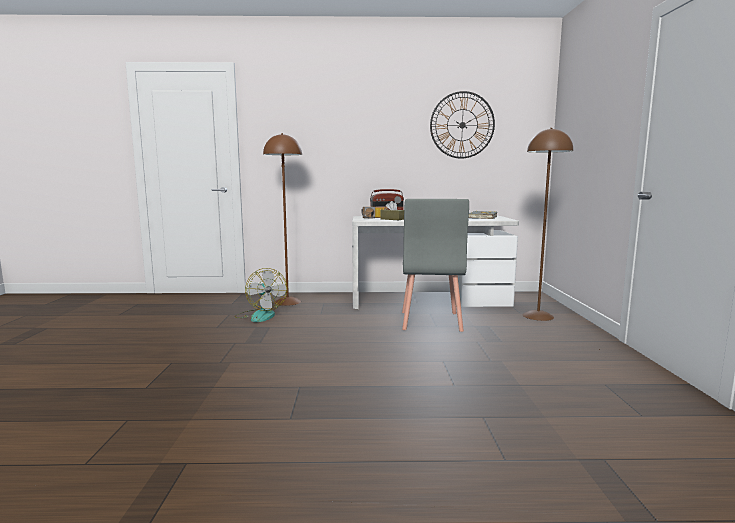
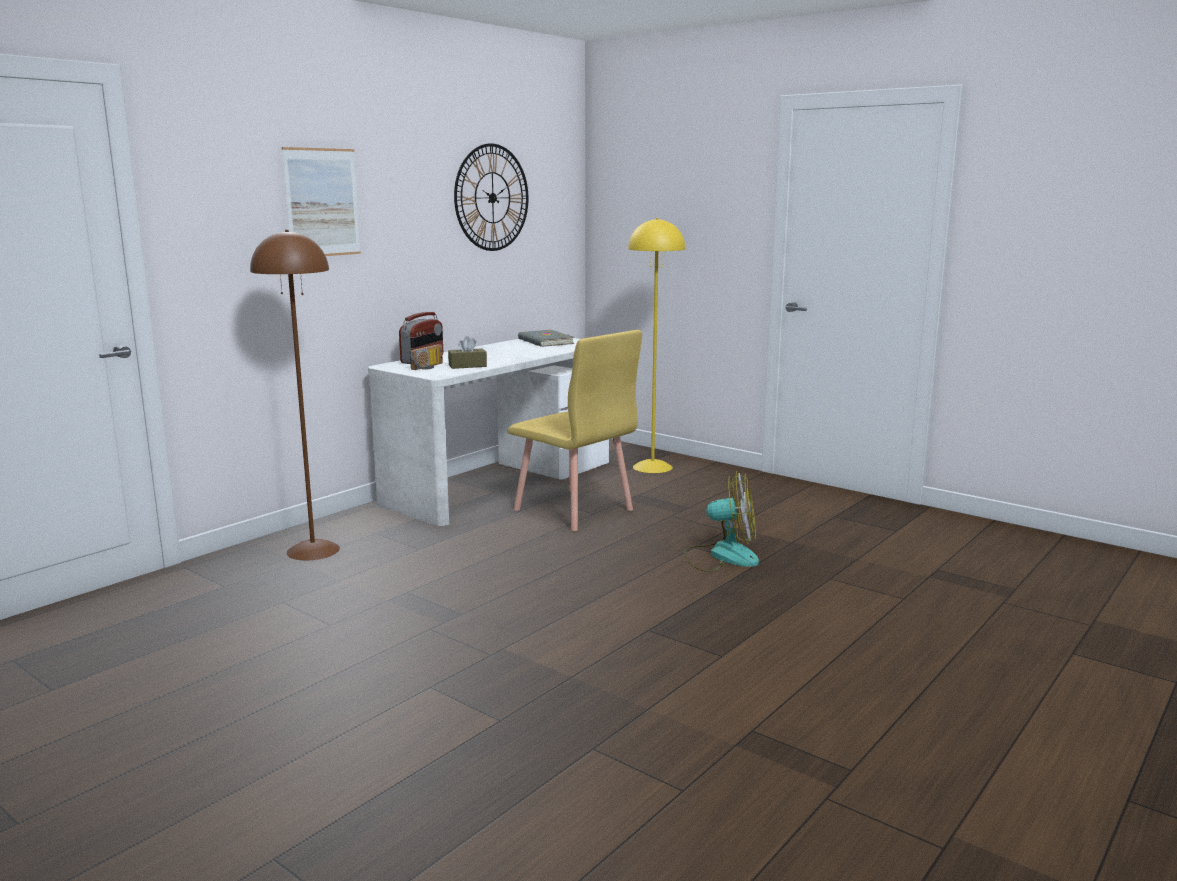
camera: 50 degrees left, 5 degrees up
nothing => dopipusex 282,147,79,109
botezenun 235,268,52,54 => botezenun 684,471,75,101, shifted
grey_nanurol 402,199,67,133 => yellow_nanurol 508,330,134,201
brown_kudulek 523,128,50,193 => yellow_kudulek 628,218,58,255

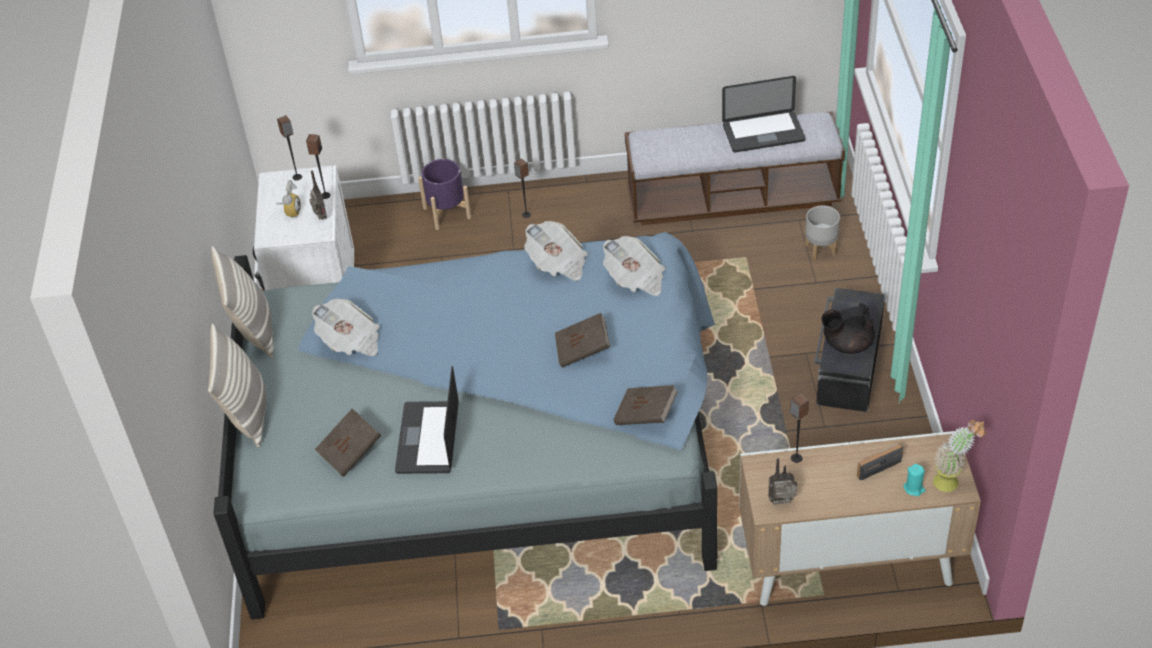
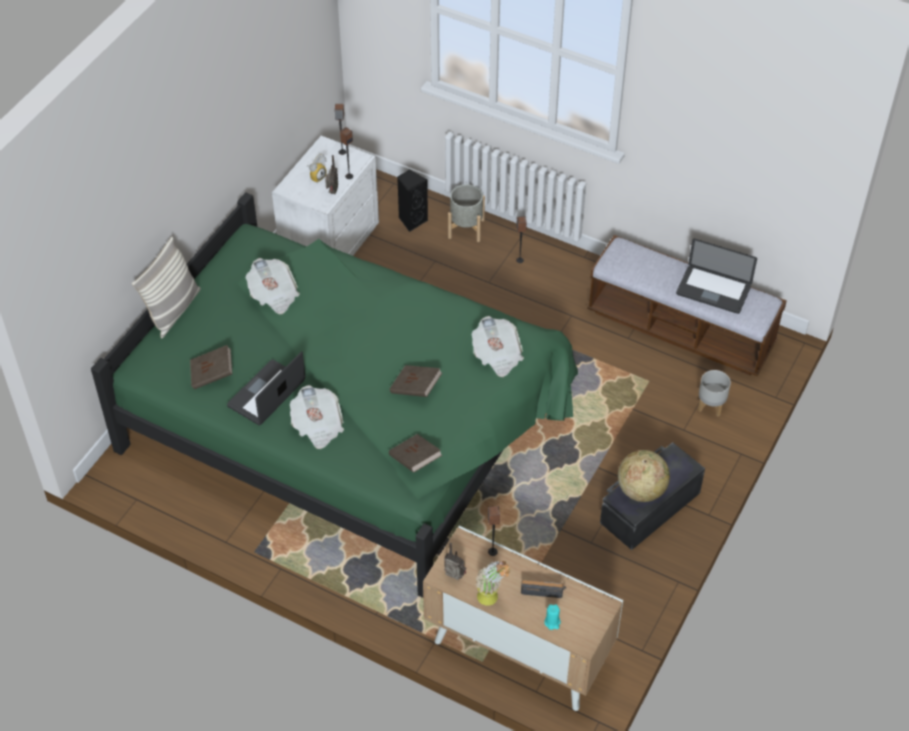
camera: 30 degrees right, 5 degrees up
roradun 211,246,62,112 => nothing
nothing => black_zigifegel 397,170,31,62
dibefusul 524,221,63,60 => dibefusul 290,385,54,64, shifted
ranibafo 933,420,53,72 => ranibafo 476,561,34,45, shifted
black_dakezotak 821,303,54,51 => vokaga 618,450,52,52
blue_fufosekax 213,232,504,388 => green_fufosekax 91,192,487,406
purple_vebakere 418,159,53,71 => grey_vebakere 448,184,37,58

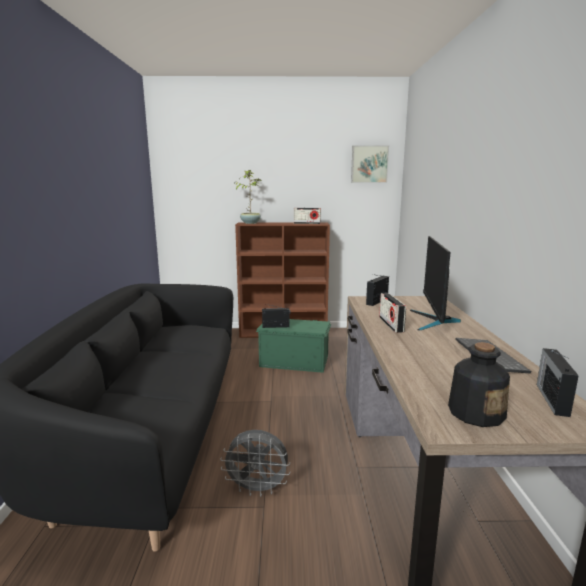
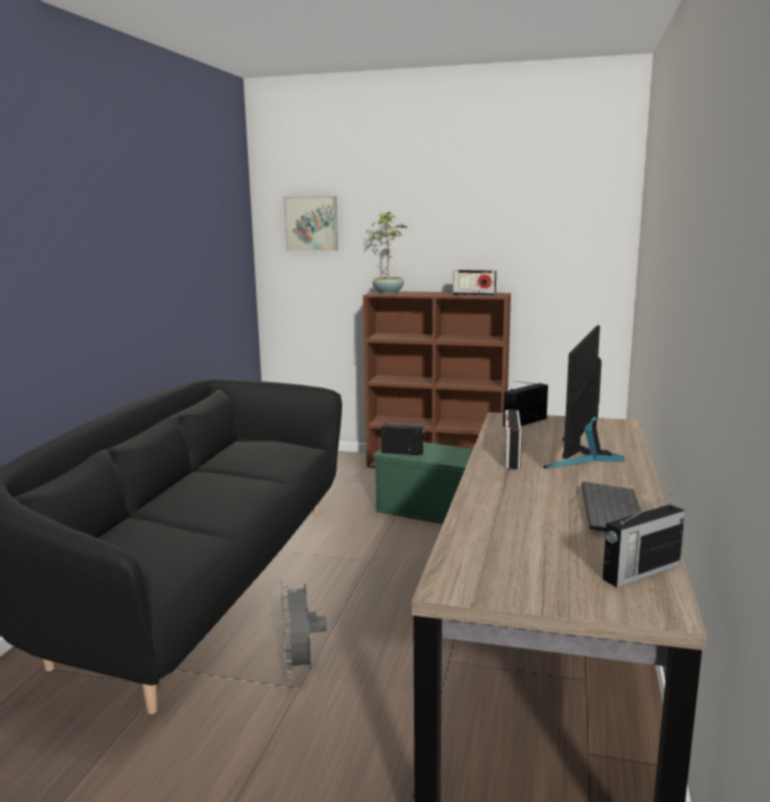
camera: 15 degrees right, 0 degrees up
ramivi 448,342,62,85 => nothing
dopipusex 351,145,38,38 => dopipusex 283,196,55,55, shifted
grey_botezenun 220,430,70,67 => grey_botezenun 281,579,46,99, 60 degrees clockwise
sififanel 537,348,42,69 => sififanel 603,494,82,94, 150 degrees counterclockwise

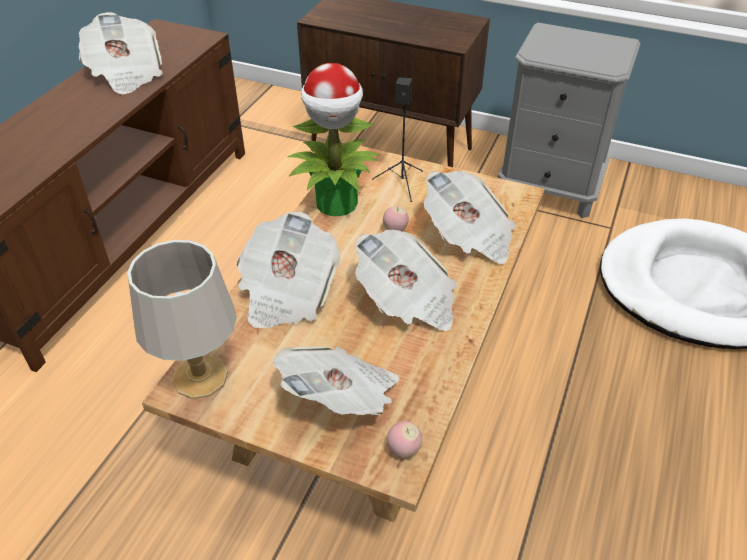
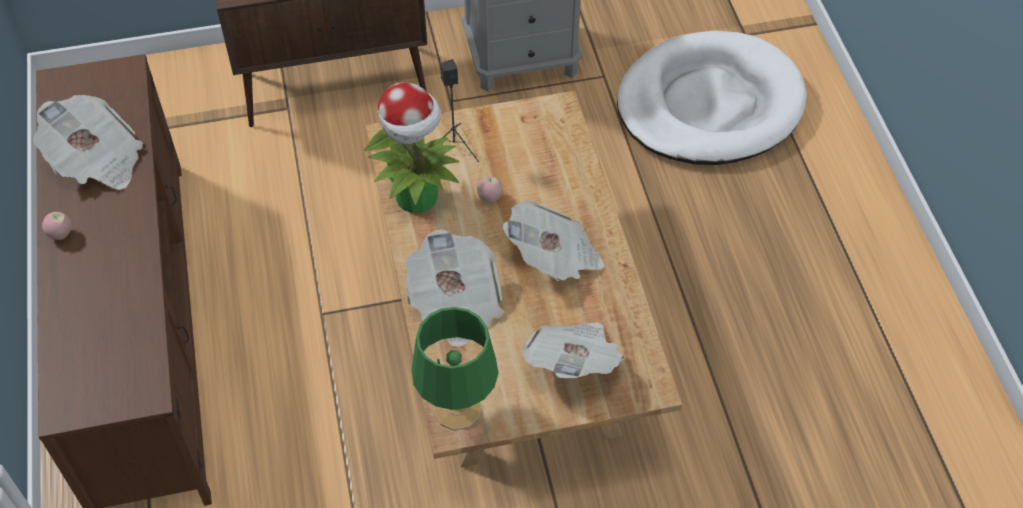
camera: 35 degrees left, 10 degrees up
dibefusul 423,171,93,93 => nothing
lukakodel 387,421,36,38 => lukakodel 42,212,29,28, shifted
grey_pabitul 127,240,110,159 => green_pabitul 411,307,88,124

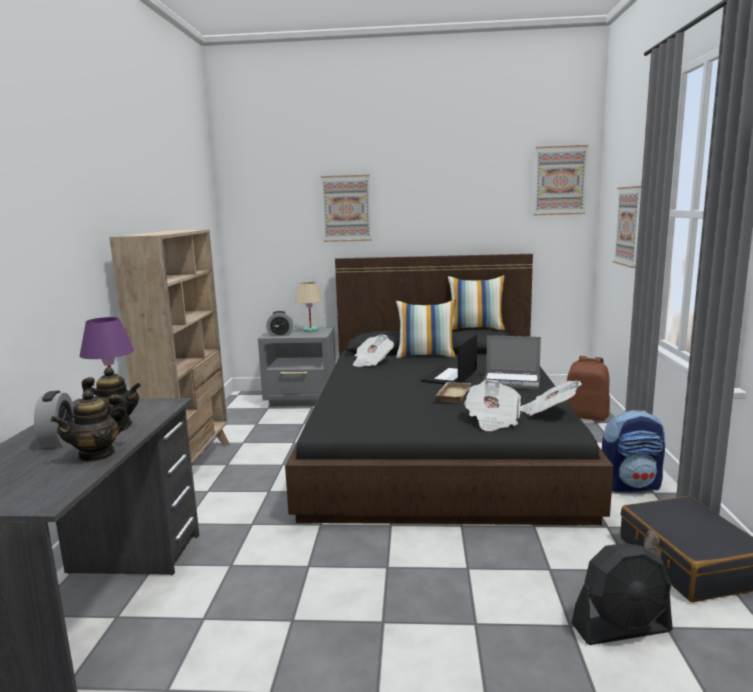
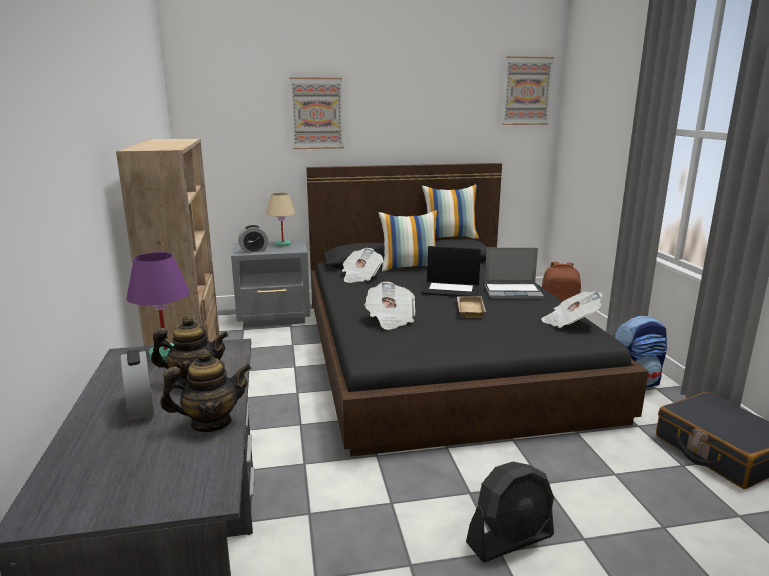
camera: 15 degrees left, 5 degrees up
dopipusex 613,186,28,82 => nothing
dibefusul 464,380,57,51 => dibefusul 365,282,50,48, shifted
black_botezenun 571,543,102,102 => black_botezenun 466,462,88,100, shifted
dakezotak 51,390,80,72 => dakezotak 160,350,91,82, 135 degrees counterclockwise
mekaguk 421,334,56,50 => mekaguk 421,246,60,51, 90 degrees counterclockwise

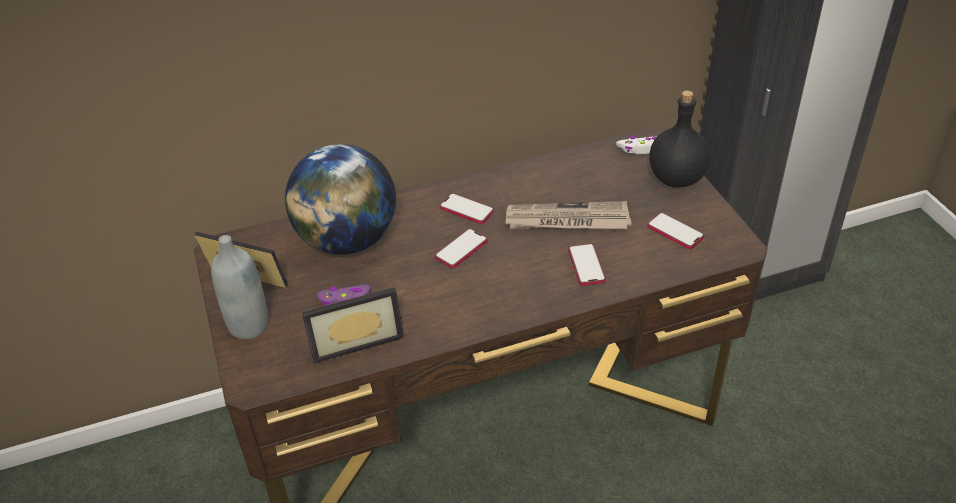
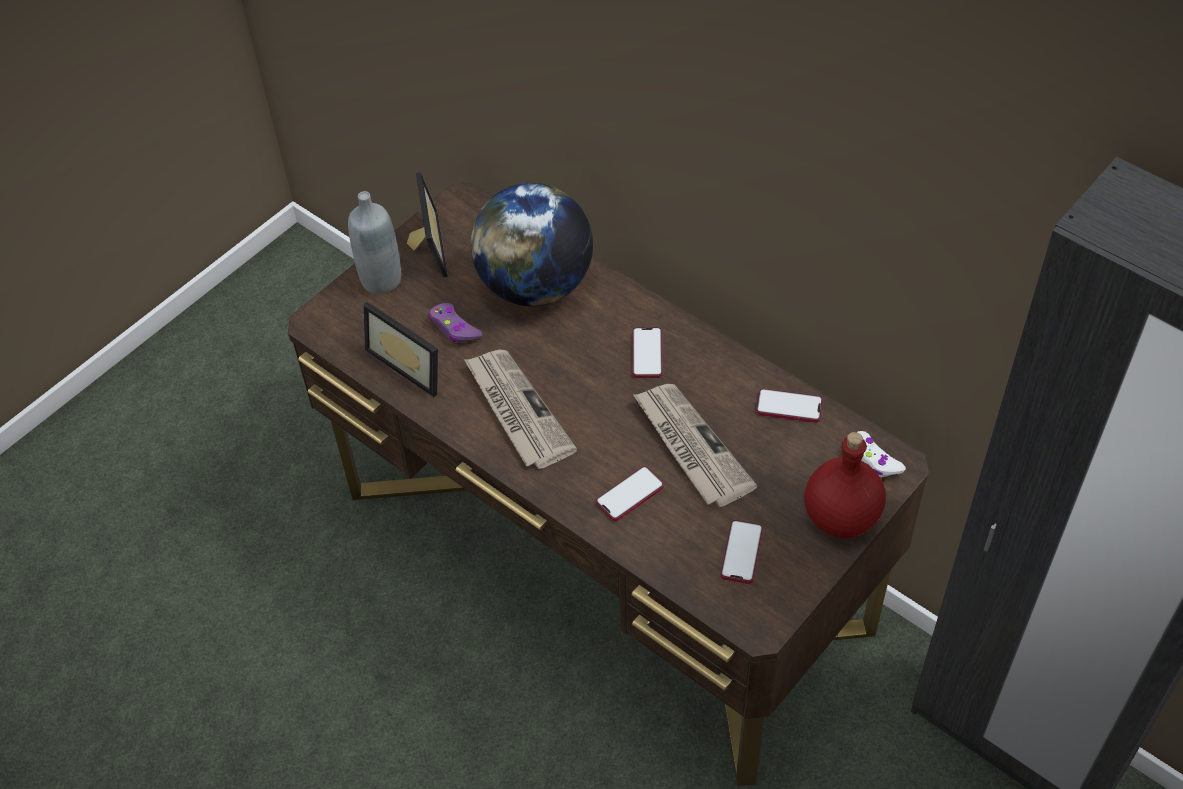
camera: 60 degrees right, 10 degrees up
nothing => dibefusul 464,350,113,119
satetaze 435,228,52,40 => satetaze 756,388,67,34, shifted
black_ramivi 649,90,61,97 => red_ramivi 804,432,82,106

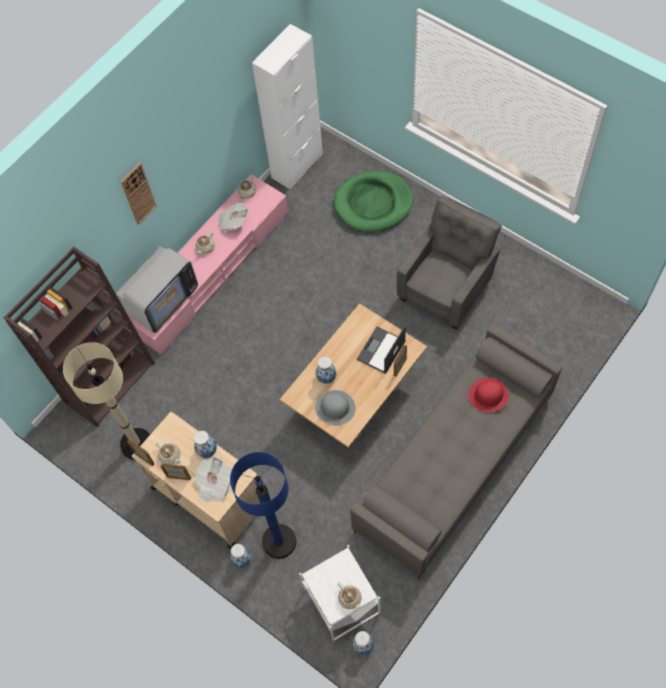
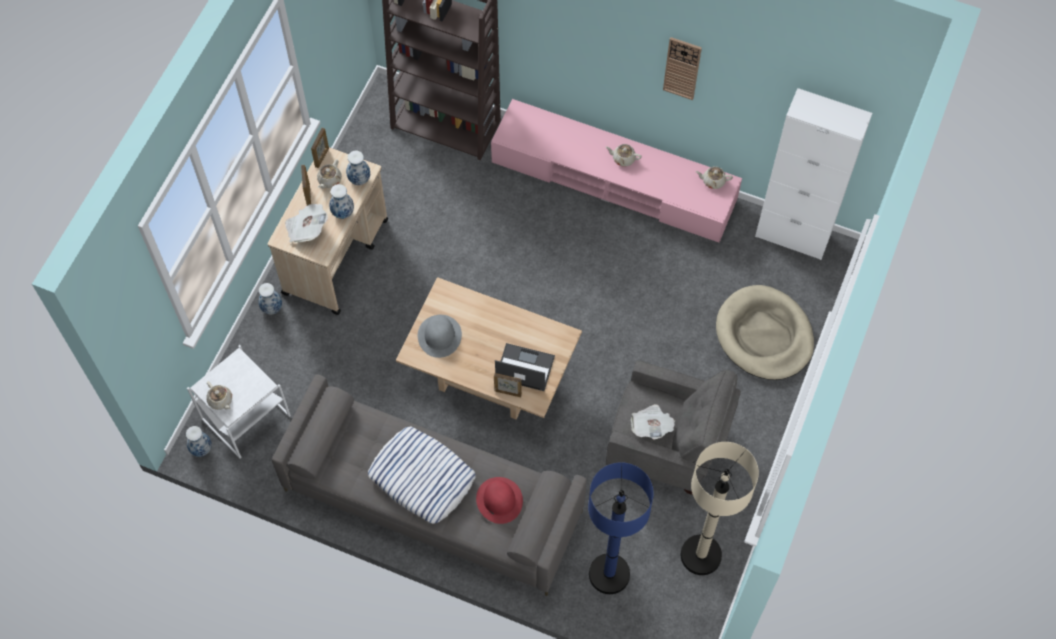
camera: 70 degrees right, 0 degrees up
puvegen 116,246,82,87 => nothing
nothing => roradun 368,426,108,98
beige_kudulek 63,342,87,118 => beige_kudulek 681,442,78,133, shifted
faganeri 120,162,37,63 => faganeri 663,37,39,63, shifted
dibefusul 217,203,32,28 => dibefusul 631,404,44,35, shifted
blue_kudulek 230,452,66,107 => blue_kudulek 588,462,66,132, shifted
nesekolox 316,356,20,28 => nesekolox 346,151,24,34, shifted
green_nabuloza 334,171,80,62 => beige_nabuloza 716,285,98,95
beige_dakezotak 338,582,25,29 => beige_dakezotak 206,381,26,29, 75 degrees counterclockwise

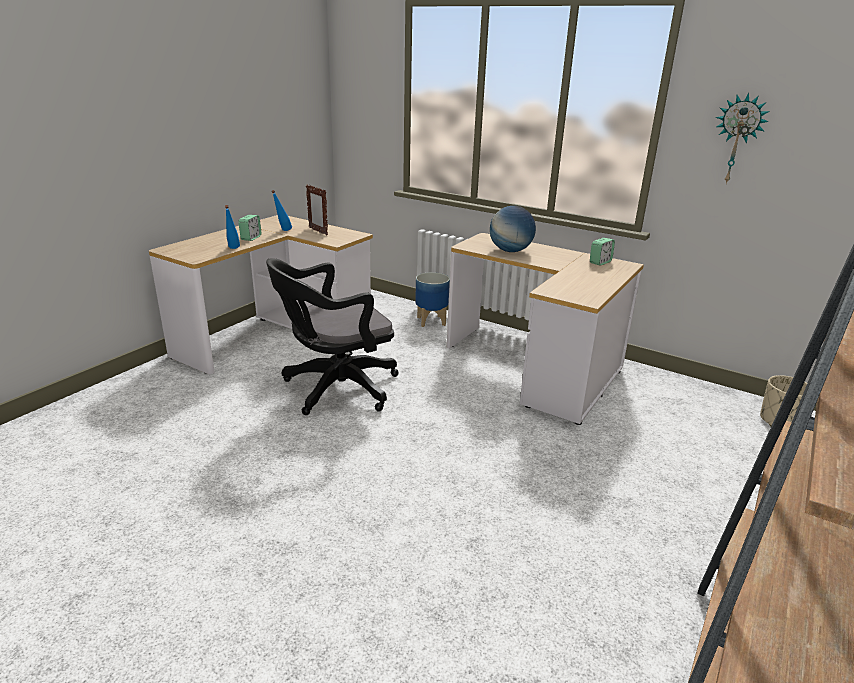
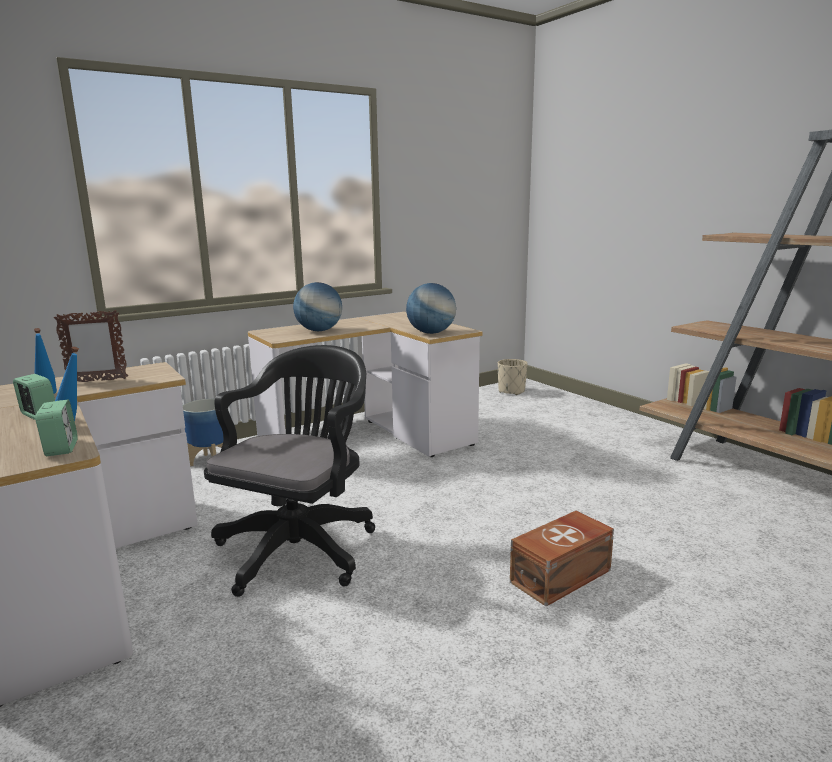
camera: 65 degrees left, 10 degrees down
faganeri 716,93,54,91 => nothing
nothing => vokaga 406,283,50,51
nothing => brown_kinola 510,511,104,96
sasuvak 590,238,25,27 => sasuvak 35,400,43,56, shifted
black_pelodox 266,258,133,157 => black_pelodox 204,345,171,252, 150 degrees counterclockwise

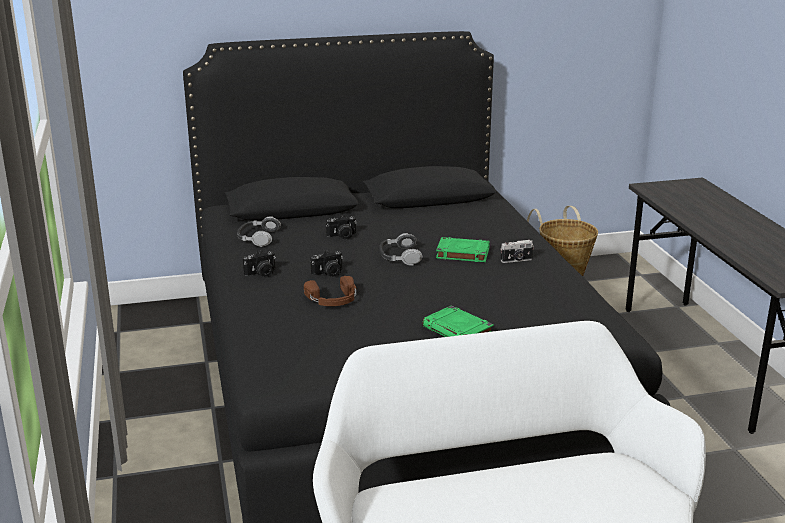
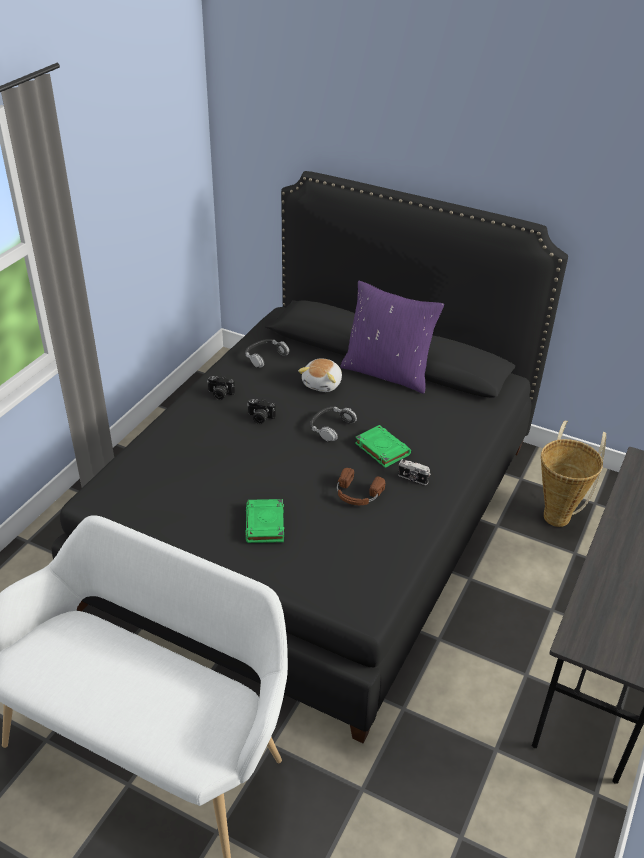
camera: 40 degrees right, 15 degrees up
nothing => purple_roradun 340,281,104,113
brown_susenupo 304,276,53,30 => brown_susenupo 337,468,48,37, shifted
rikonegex 326,215,31,24 => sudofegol 298,358,44,34

